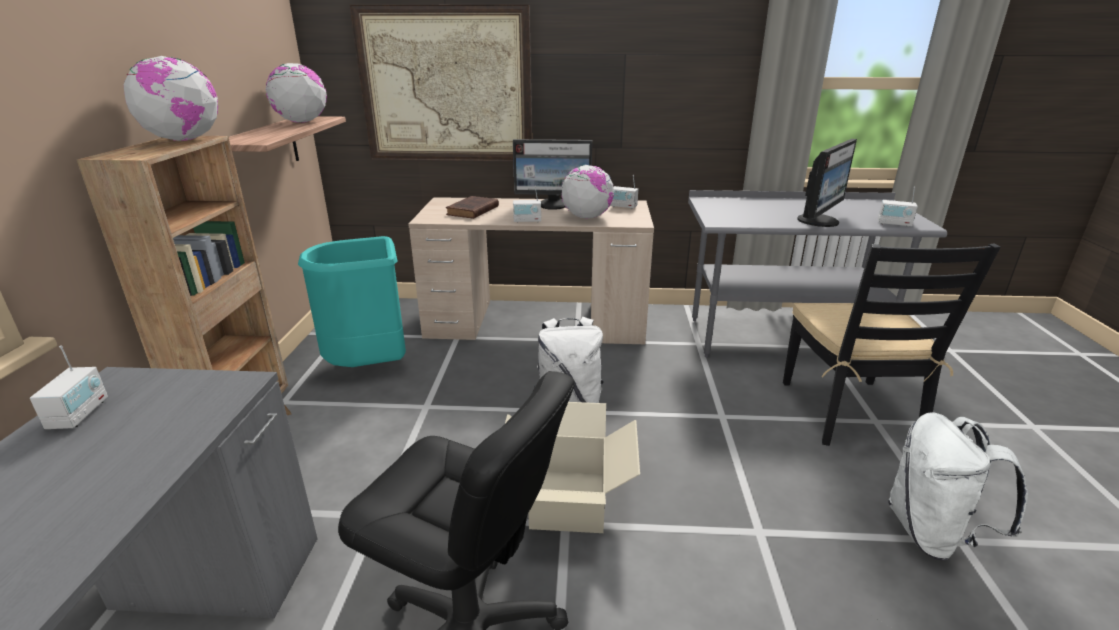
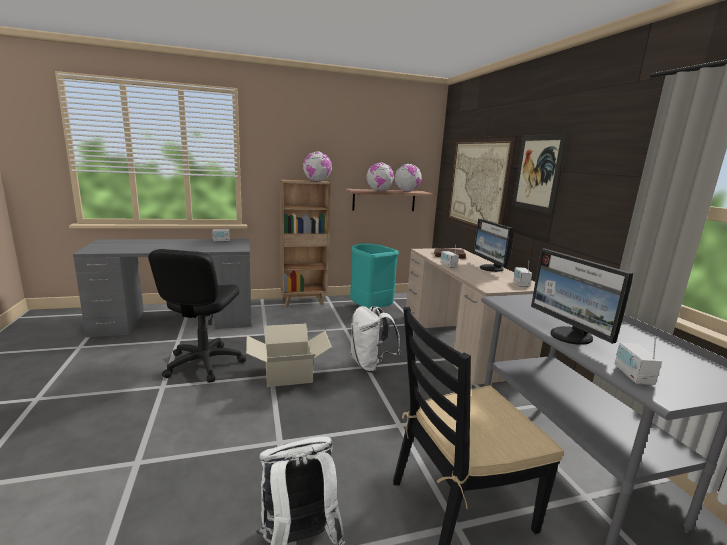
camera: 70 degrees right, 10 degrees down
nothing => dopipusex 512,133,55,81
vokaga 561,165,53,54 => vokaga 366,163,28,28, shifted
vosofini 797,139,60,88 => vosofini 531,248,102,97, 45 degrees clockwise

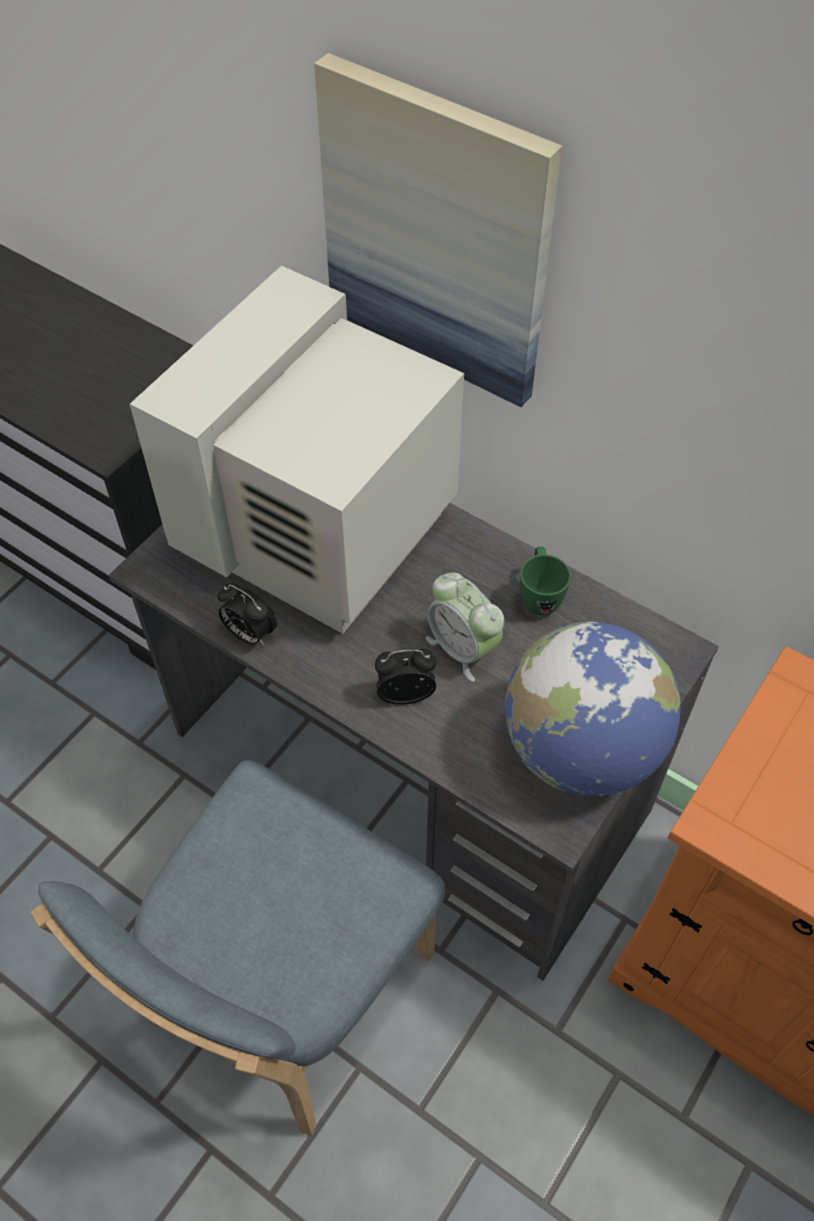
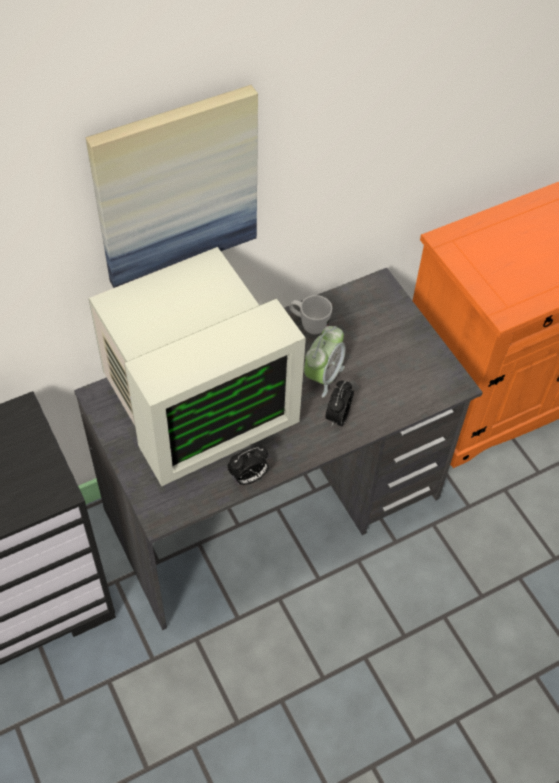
camera: 65 degrees left, 0 degrees up
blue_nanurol 31,760,415,375 => nothing
vokaga 505,622,175,174 => nothing
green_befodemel 520,547,51,69 => white_befodemel 289,295,43,39
vosofini 130,266,334,368 => vosofini 89,247,217,239, 90 degrees counterclockwise
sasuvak 425,573,79,109 => sasuvak 304,326,42,71, 45 degrees counterclockwise

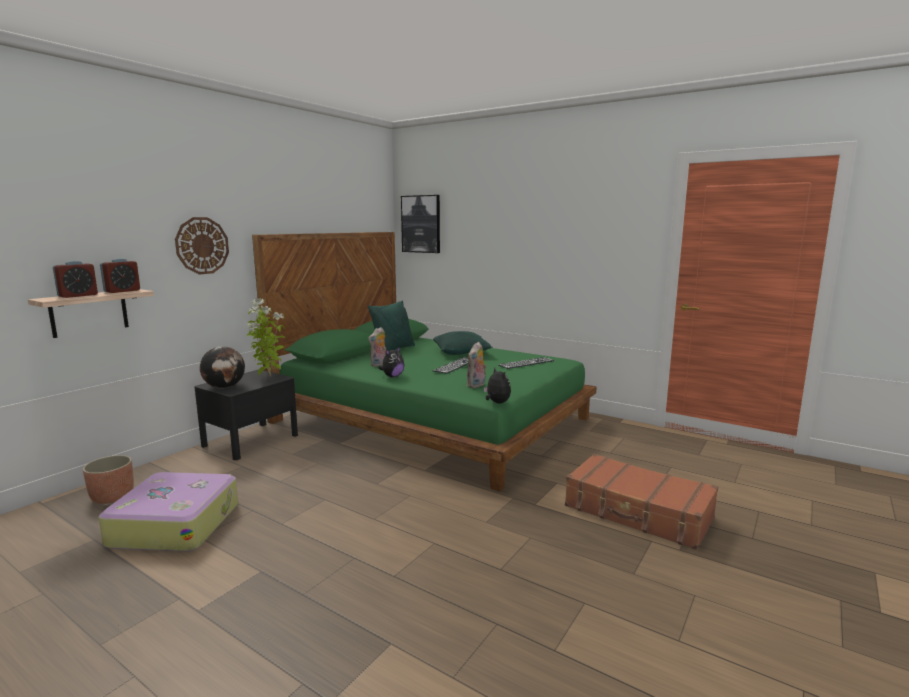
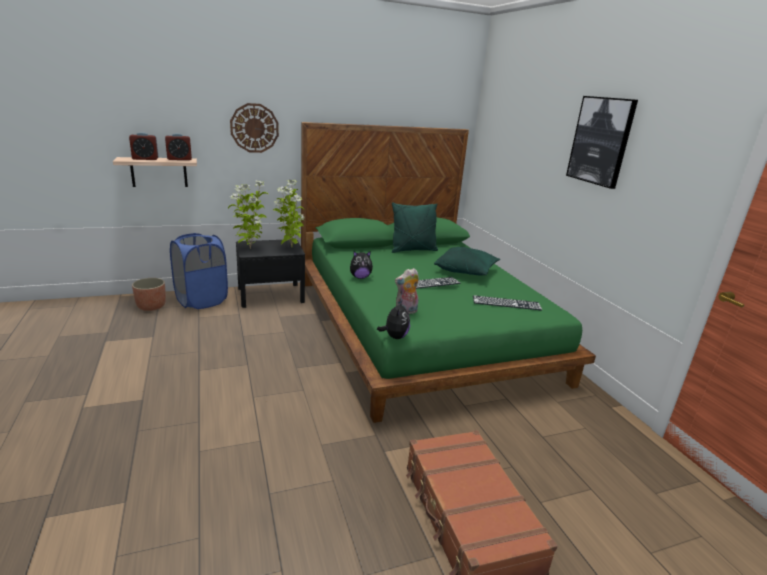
camera: 35 degrees right, 10 degrees up
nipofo 99,472,139,80 => nothing
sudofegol 368,327,19,40 => nothing
nothing => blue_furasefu 170,233,58,76
dopipusex 401,195,39,58 => dopipusex 566,96,72,93, shifted
vokaga 200,346,45,42 => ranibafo 228,180,40,69

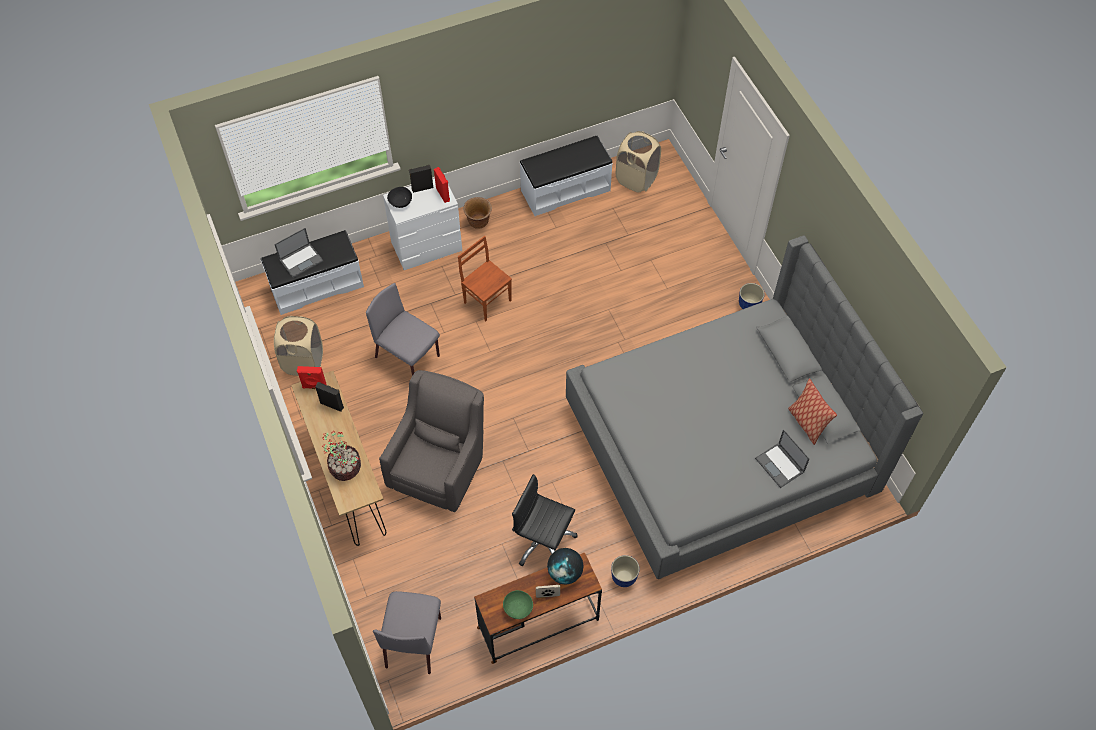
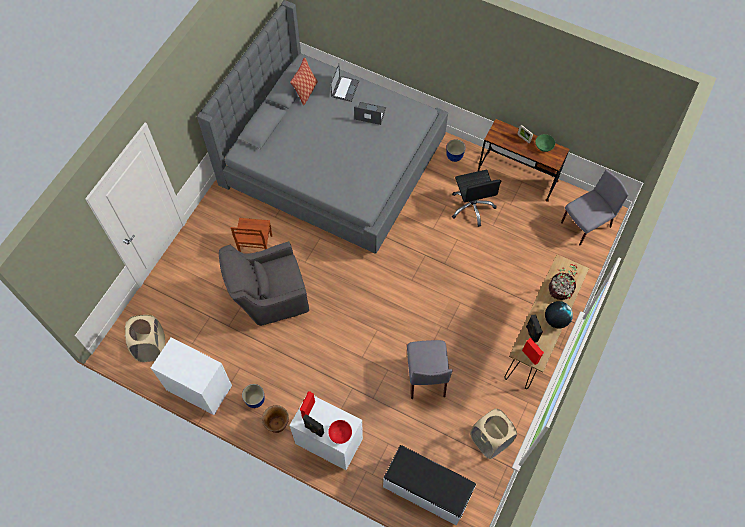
camera: 130 degrees left, 5 degrees up
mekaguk 274,228,49,50 => mekaguk 354,102,32,23, shifted
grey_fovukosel 379,370,105,142 => grey_fovukosel 219,241,90,85, shifted
brown_nanurol 458,236,54,85 => brown_nanurol 231,218,41,34, shifted
vokaga 547,548,37,37 => vokaga 545,301,28,28, shifted
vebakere 739,283,26,26 => vebakere 242,384,23,24, shifted
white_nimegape 520,136,93,80 => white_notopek 151,337,81,78
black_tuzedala 387,187,25,21 => red_tuzedala 328,420,24,24

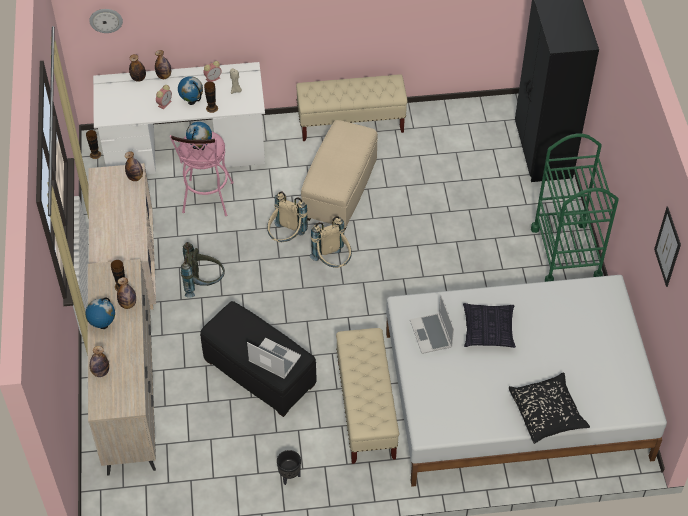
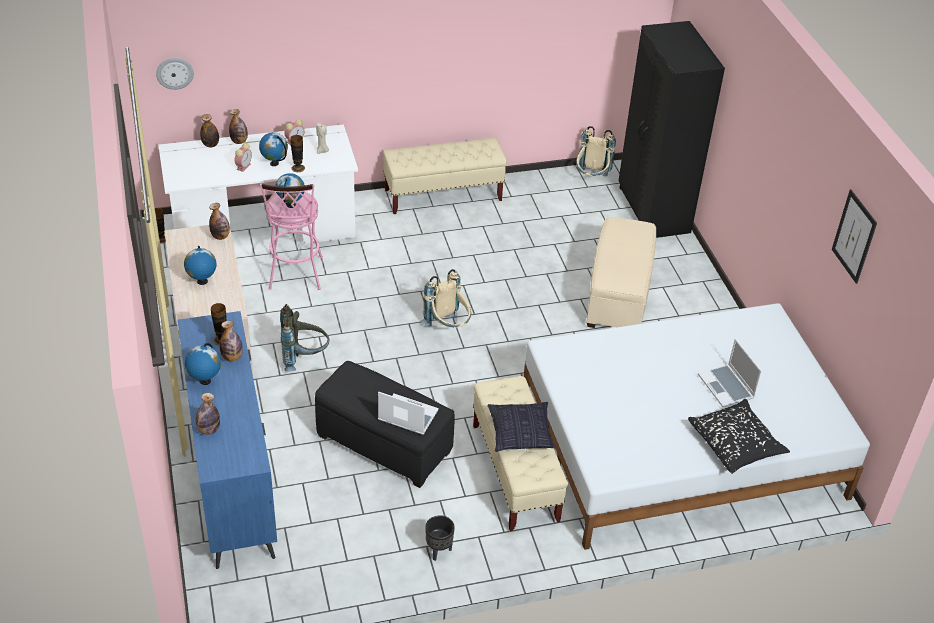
camera: 10 degrees left, 10 degrees down
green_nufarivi 531,133,88,149 => nothing
nothing => vokaga 184,246,32,39
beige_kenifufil 267,191,41,51 => beige_kenifufil 576,126,40,50, shifted
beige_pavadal 301,120,77,109 => beige_pavadal 587,217,69,111, shifted
mekaguk 410,295,44,59 => mekaguk 698,339,64,68, shifted
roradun 463,303,53,45 => roradun 488,402,68,50, shifted
beige_notopek 88,259,68,217 => blue_notopek 178,311,99,258

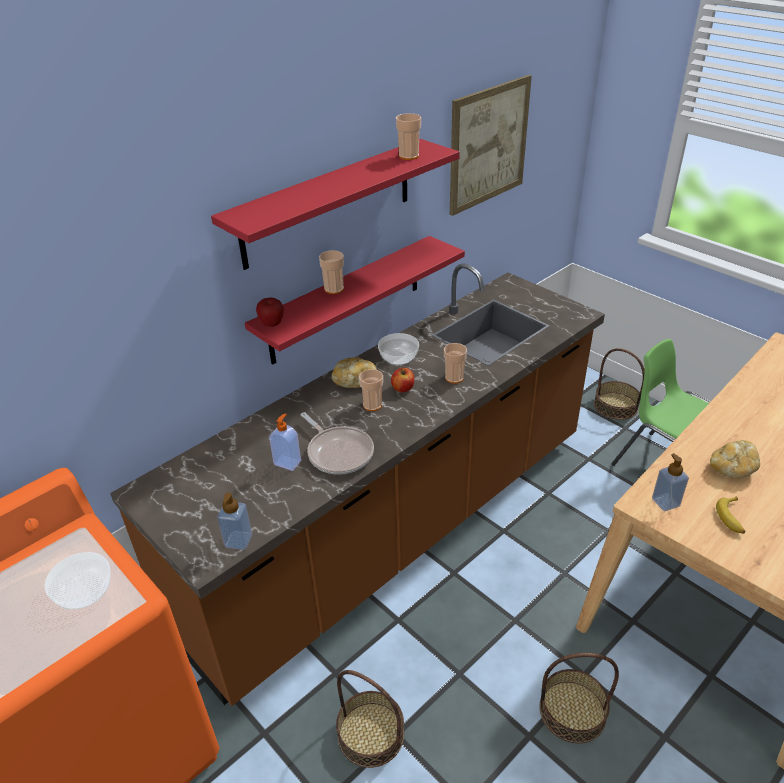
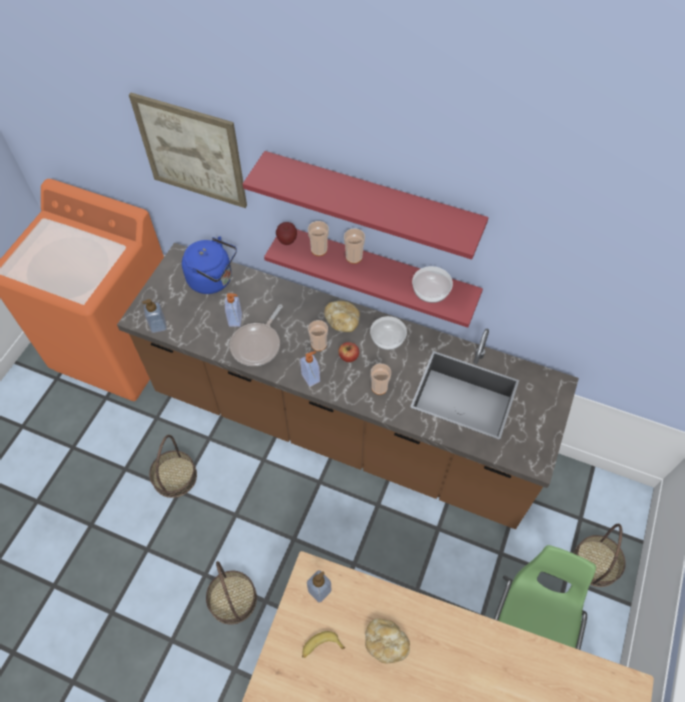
camera: 65 degrees right, 20 degrees up
nothing => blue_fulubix 182,236,55,58
nothing => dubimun 300,351,20,36
tuzedala 45,552,66,58 => tuzedala 412,266,41,37, shifted
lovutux 396,113,25,47 => lovutux 308,221,21,35, shifted
dopipusex 450,75,82,141 => dopipusex 129,93,118,115, shifted

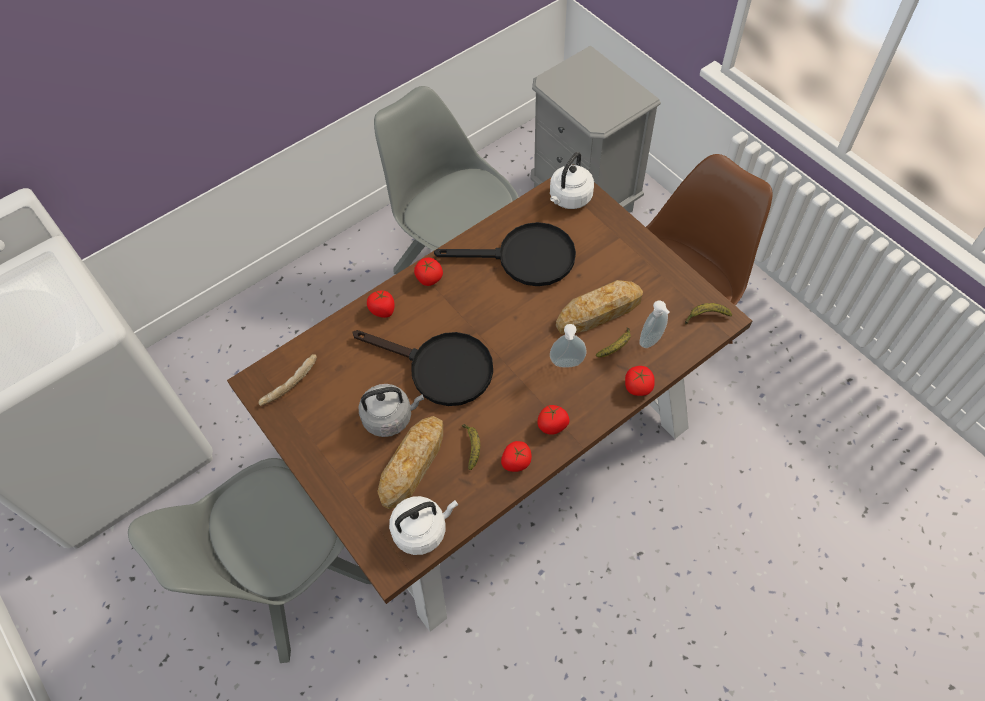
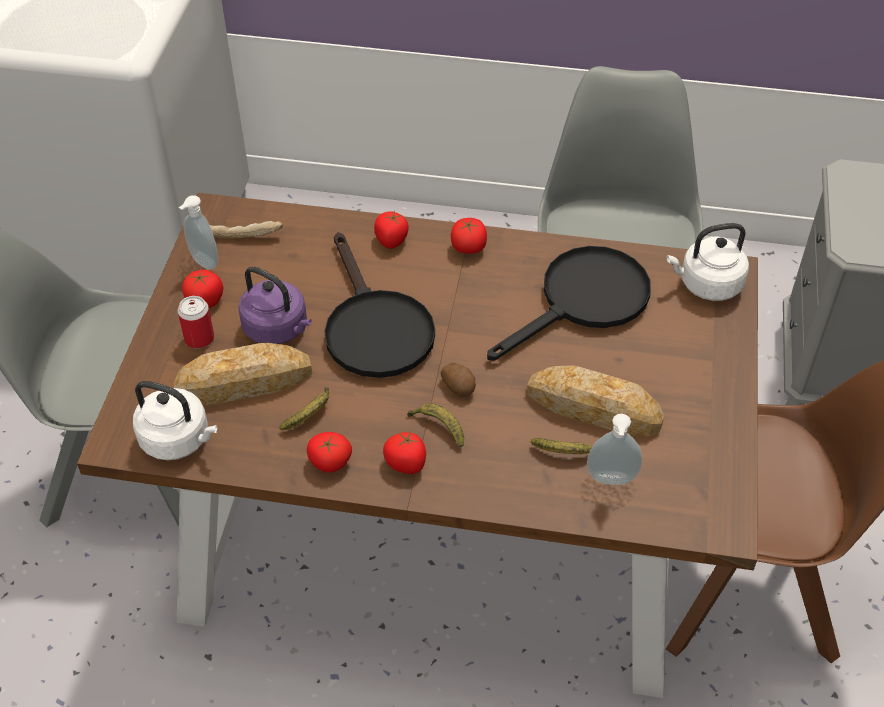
camera: 45 degrees right, 10 degrees down
nothing => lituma 178,296,36,53
nothing => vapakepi 441,363,35,33
dubimun 550,324,37,44 => dubimun 179,195,39,75, shifted
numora 625,366,30,30 => numora 182,270,41,38, shifted
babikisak 685,303,47,21 => babikisak 407,403,57,44, shifted
grey_fulubix 359,384,65,53 => purple_fulubix 238,266,74,78
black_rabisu 434,222,142,64 => black_rabisu 487,246,164,115, 90 degrees counterclockwise

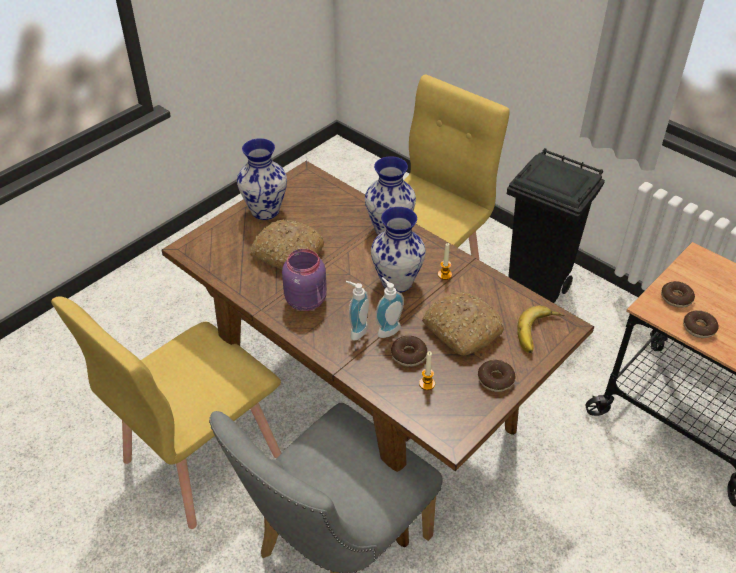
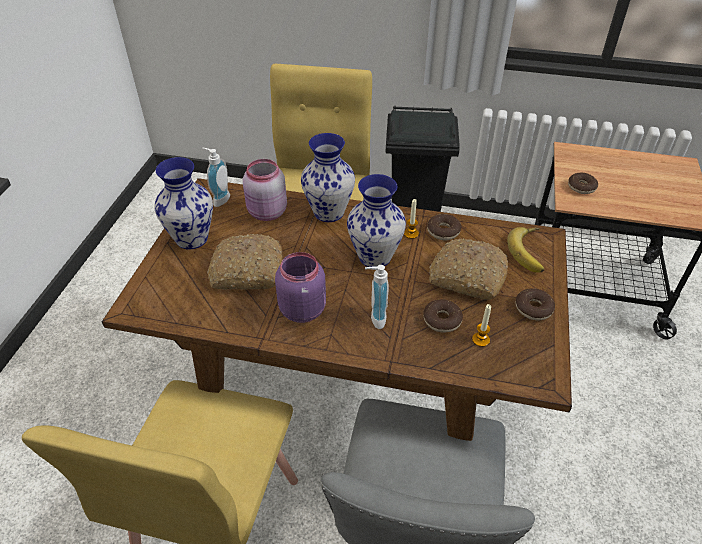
camera: 30 degrees left, 0 degrees up
nothing => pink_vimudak 243,159,44,62
dubimun 375,277,29,61 => dubimun 202,148,28,59, shifted
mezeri 683,310,36,28 => mezeri 427,214,34,26, shifted

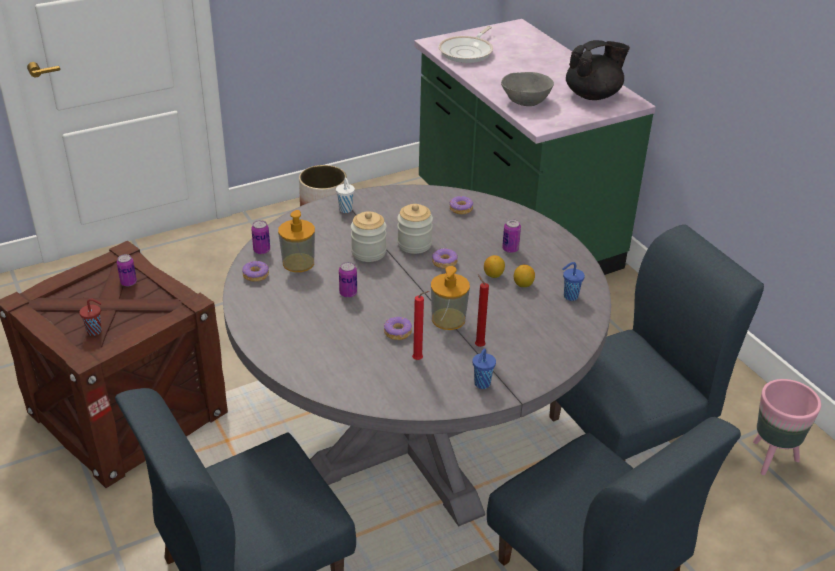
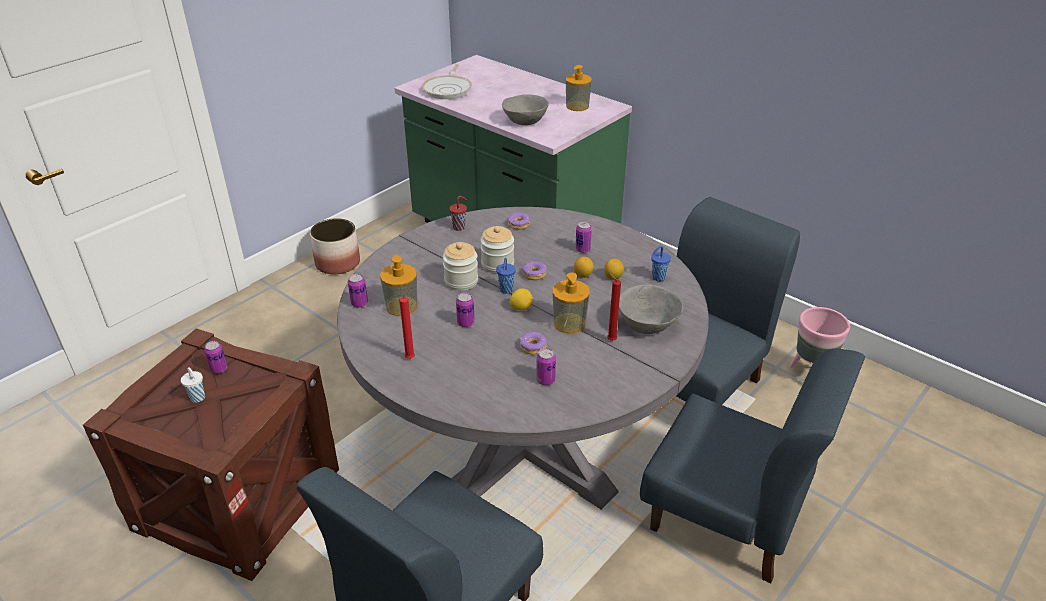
camera: 20 degrees left, 0 degrees up
mezeri 242,261,27,21 => nothing
nothing => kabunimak 510,289,23,21
nothing => lituma 536,348,20,37
nothing => grey_tuzedala 619,284,64,50
red_lovutux 79,298,23,38 => red_lovutux 449,196,18,35, shifted
white_lovutux 336,178,19,35 => white_lovutux 181,367,24,36, shifted
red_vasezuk 412,291,17,69 => red_vasezuk 399,290,16,69, shifted
blue_lovutux 473,348,23,41 => blue_lovutux 496,258,20,36, shifted
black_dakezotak 566,40,64,60 => dubimun 565,65,27,46

